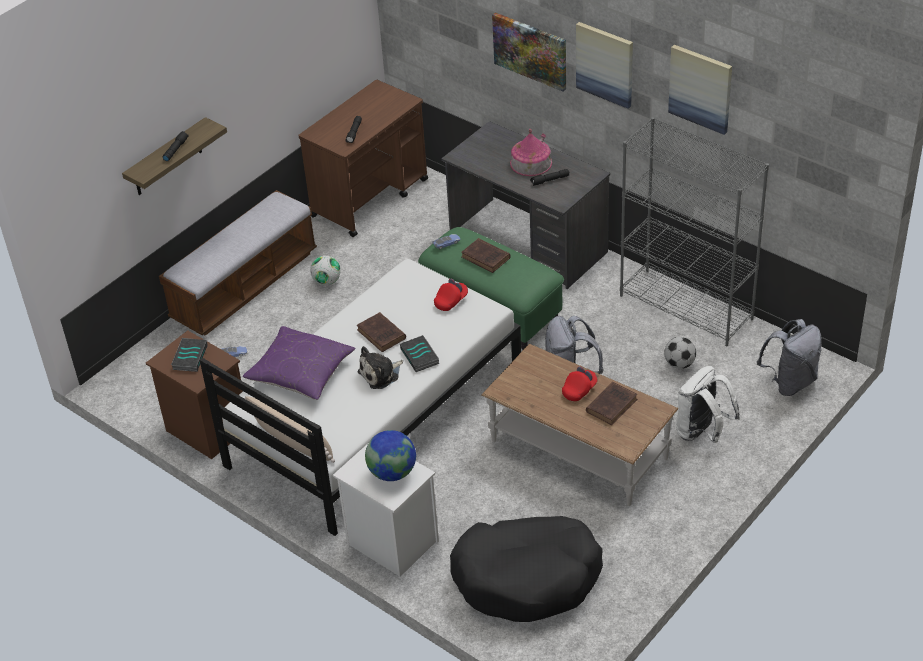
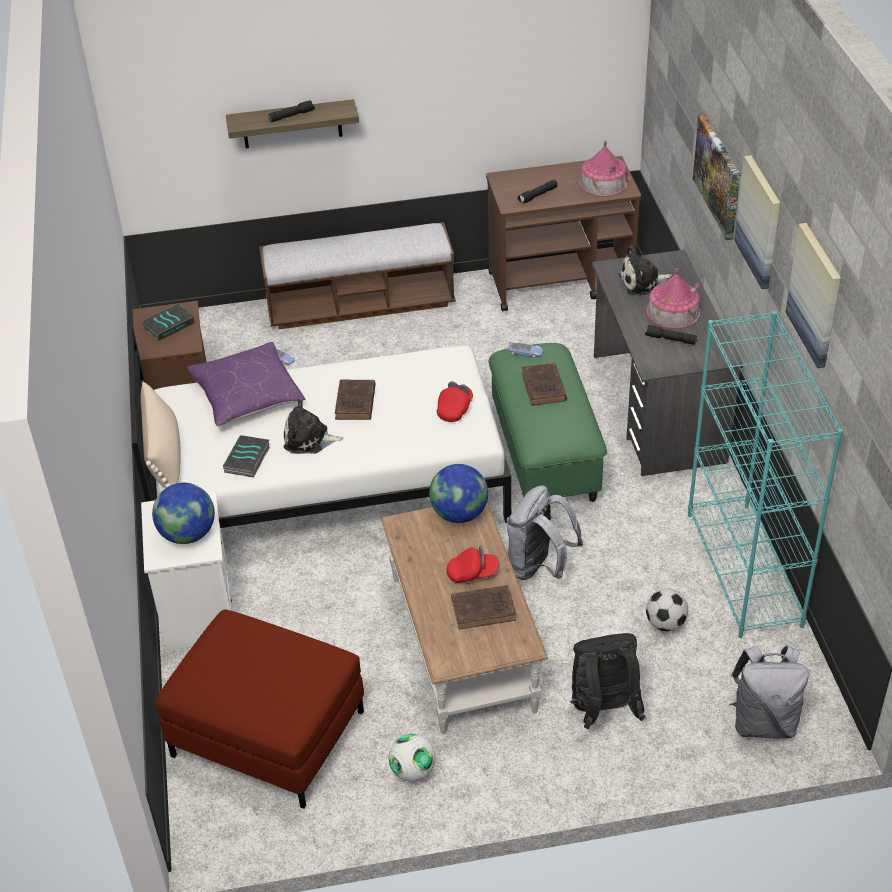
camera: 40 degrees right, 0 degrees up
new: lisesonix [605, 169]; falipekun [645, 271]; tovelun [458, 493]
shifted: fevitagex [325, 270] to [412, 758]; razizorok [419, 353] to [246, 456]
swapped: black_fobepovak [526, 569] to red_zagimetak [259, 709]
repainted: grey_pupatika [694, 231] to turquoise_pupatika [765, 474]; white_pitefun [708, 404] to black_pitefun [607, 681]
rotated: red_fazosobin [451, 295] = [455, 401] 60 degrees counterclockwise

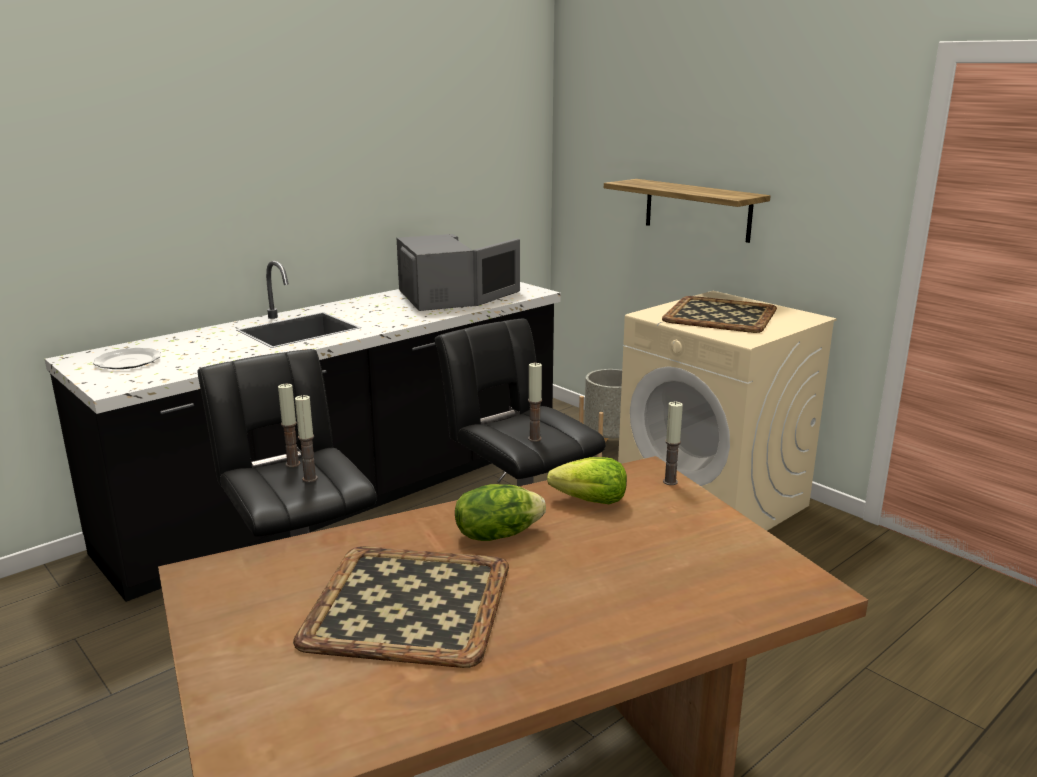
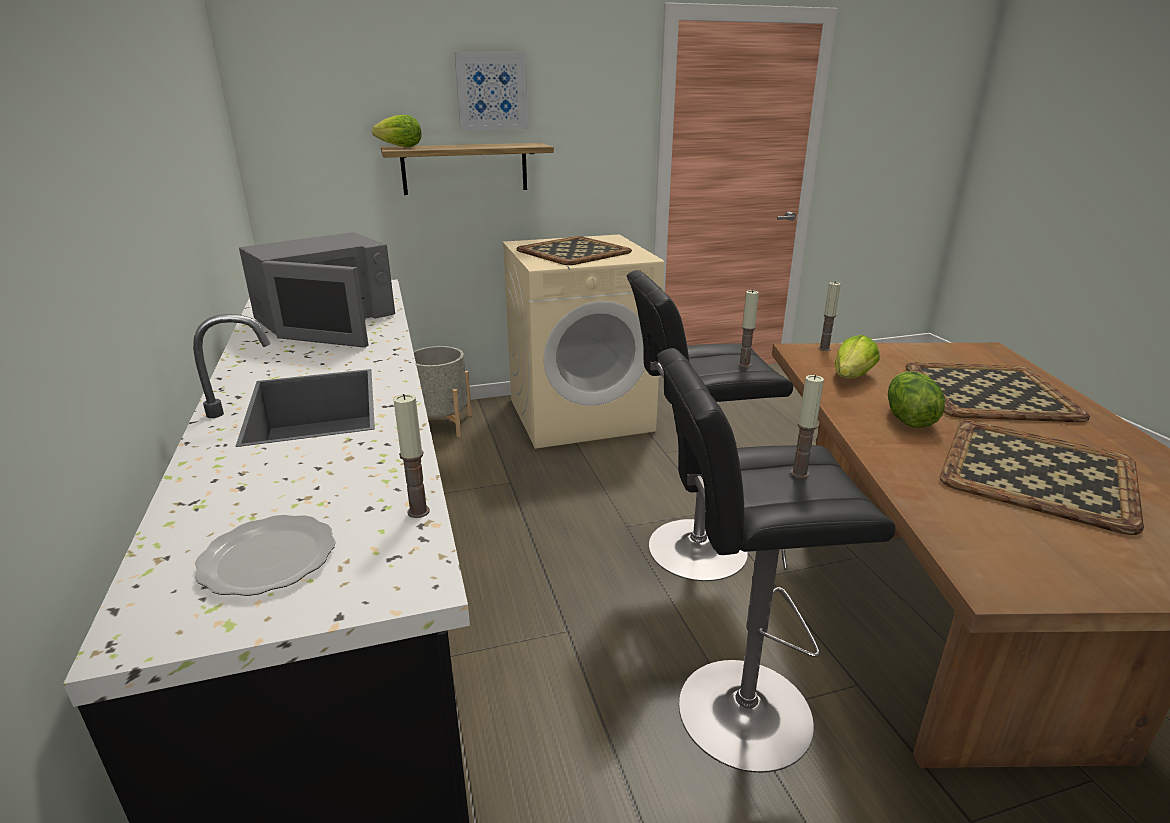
camera: 65 degrees left, 5 degrees up
new: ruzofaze [491, 91]; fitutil [397, 131]; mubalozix [998, 392]
shifted: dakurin [289, 425] to [411, 456]
rotated: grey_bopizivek [458, 272] = [317, 290] 135 degrees clockwise

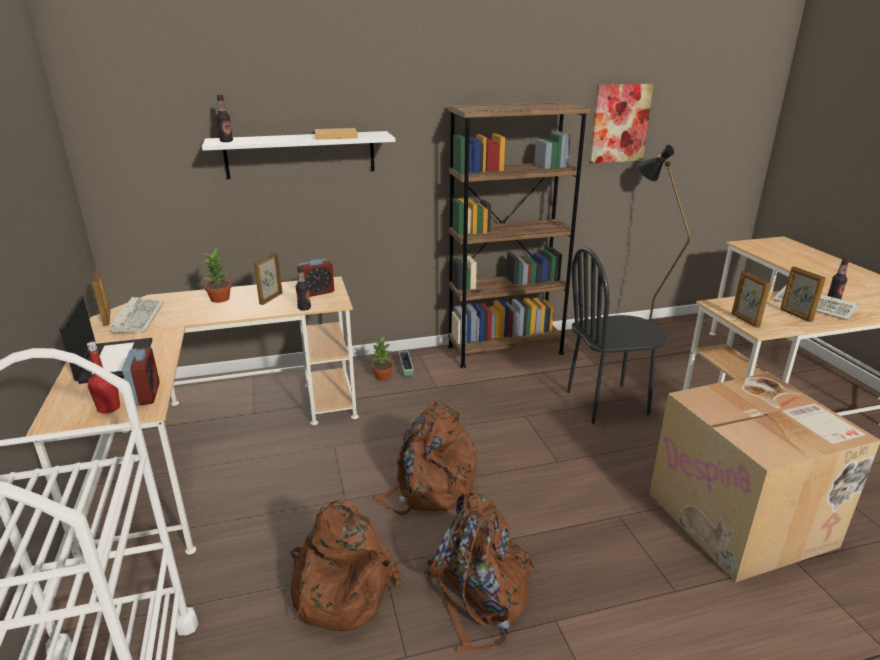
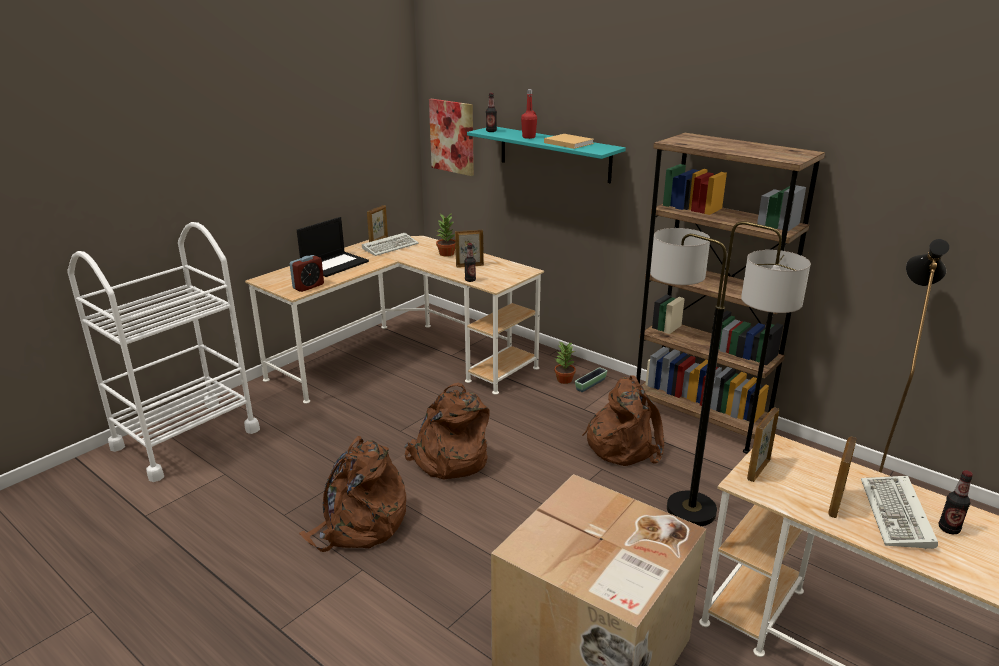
camera: 55 degrees right, 0 degrees up
gone: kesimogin [316, 278]
shifted: ruzofaze [621, 123] to [451, 137]; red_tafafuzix [103, 378] to [529, 114]; brown_pitefun [346, 565] to [623, 420]
swapped: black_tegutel [617, 335] to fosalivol [730, 373]
repainted: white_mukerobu [299, 155] to turquoise_mukerobu [546, 155]

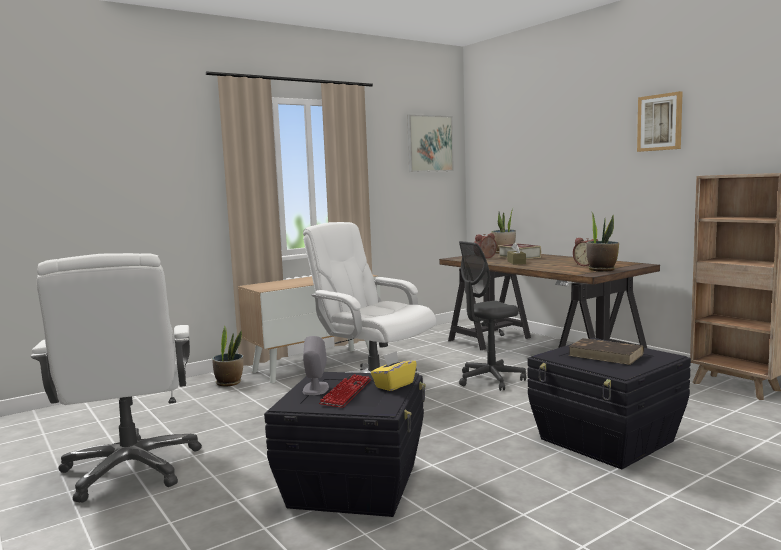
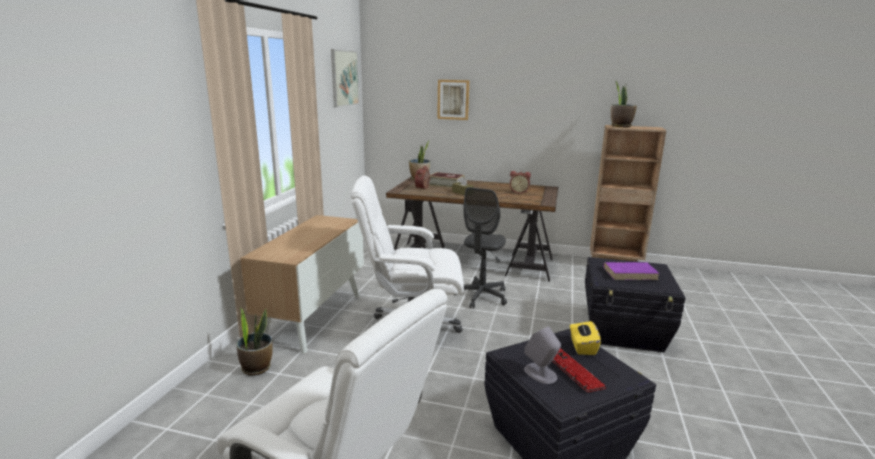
camera: 40 degrees left, 10 degrees up
shifted: ruzofaze [659, 121] to [453, 100]; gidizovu [602, 242] to [624, 103]
repainted: brown_razizorok [606, 351] to purple_razizorok [631, 271]

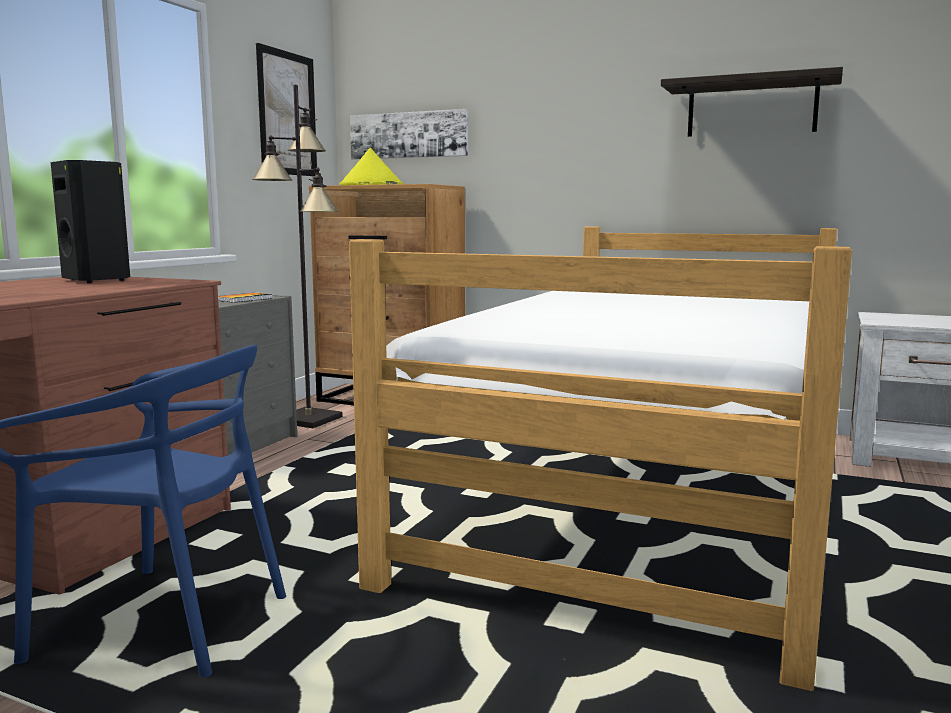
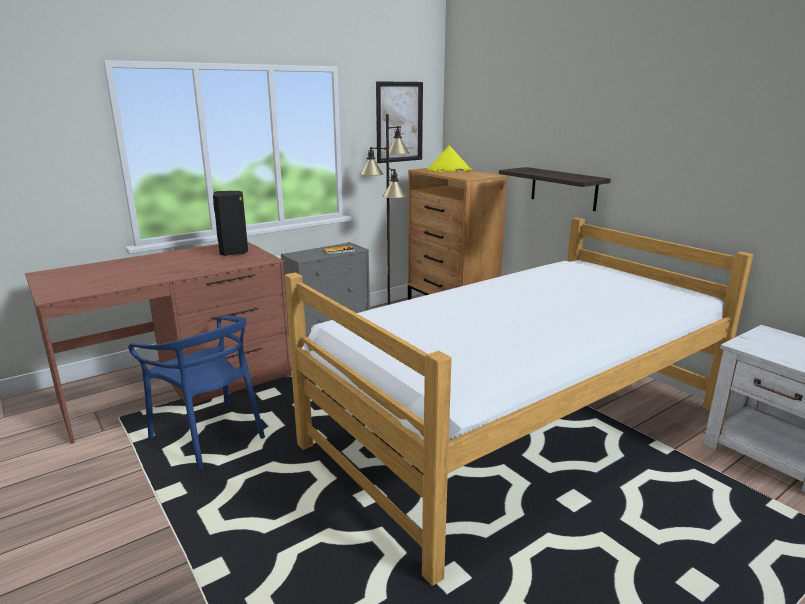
camera: 30 degrees right, 10 degrees up
gone: ruzofaze [409, 134]
shifted: mukerobu [752, 102] to [555, 189]

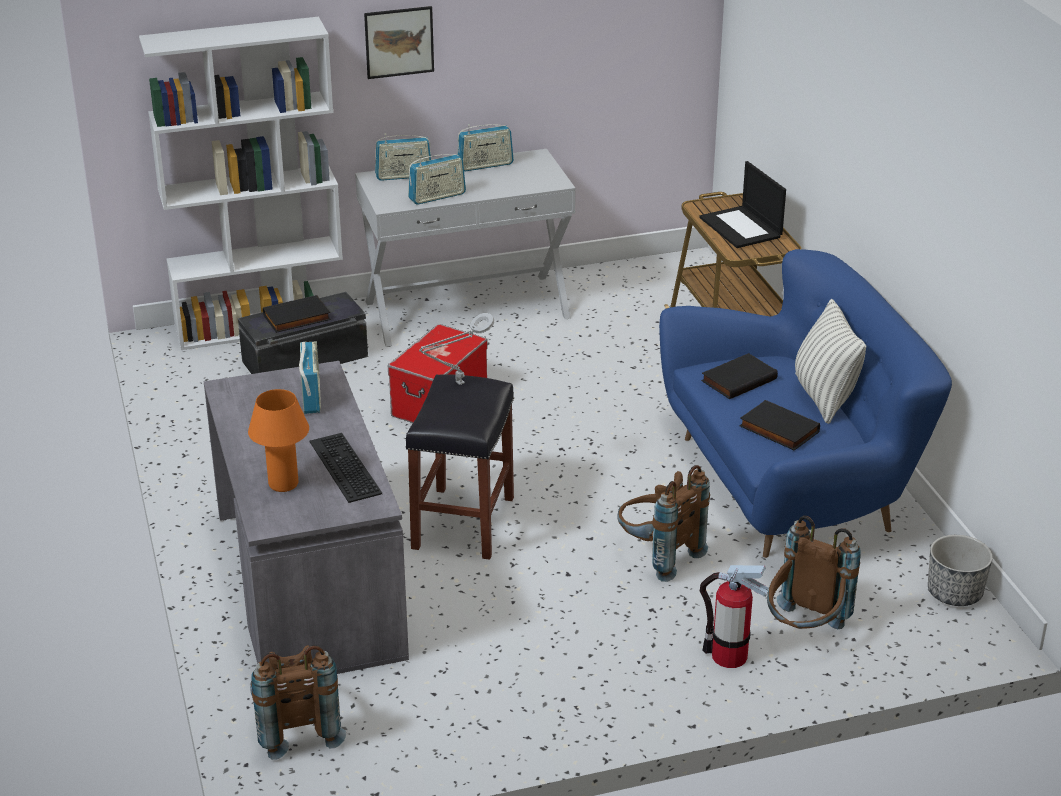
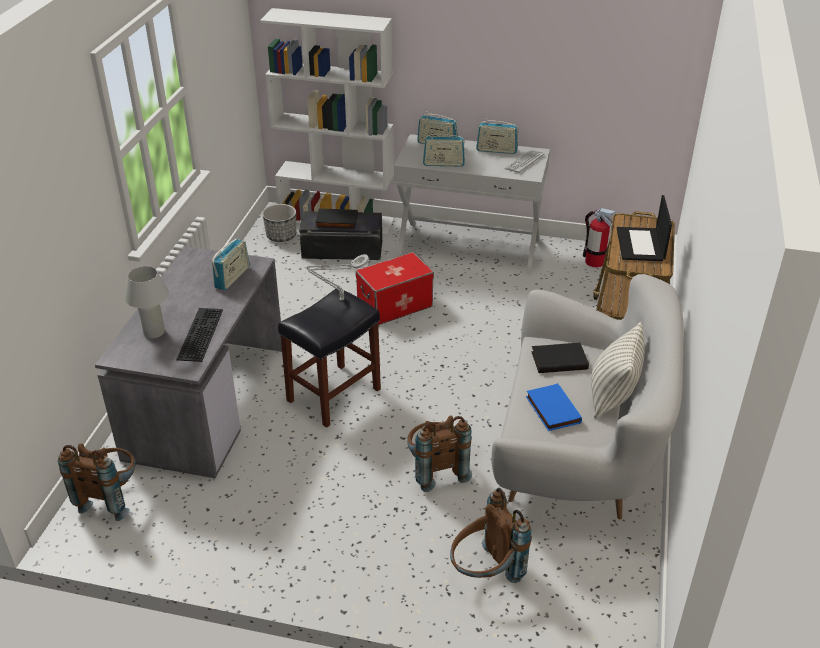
camera: 30 degrees right, 5 degrees up
gone: ruzofaze [399, 42]
new: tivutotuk [524, 161]
shifted: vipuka [960, 570] to [279, 223]; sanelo [734, 616] to [599, 237]
repainted: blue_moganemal [805, 403] to white_moganemal [587, 397]; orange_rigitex [278, 440] to white_rigitex [147, 302]; black_razizorok [779, 425] to blue_razizorok [554, 407]

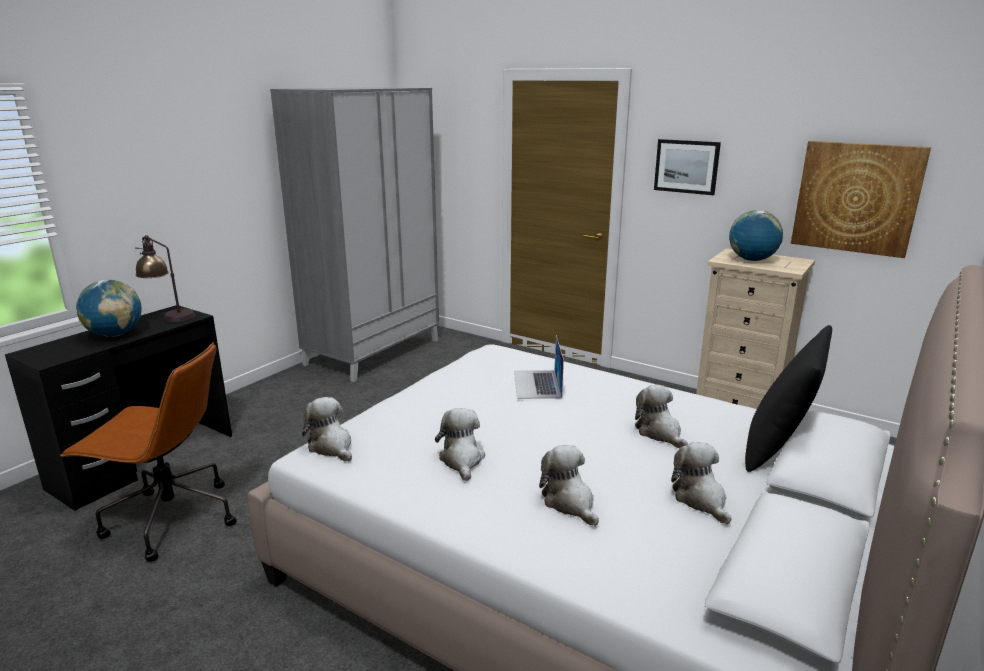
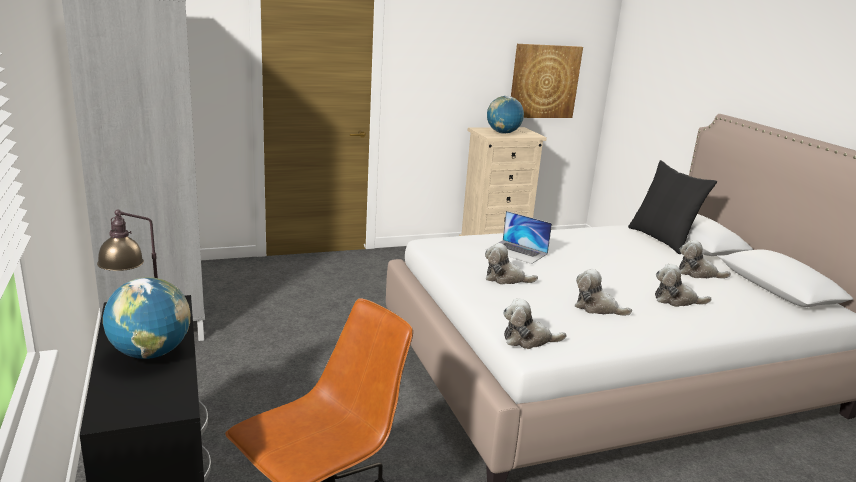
camera: 55 degrees left, 0 degrees up
gone: ruzofaze [687, 167]
shifted: falipekun [661, 417] to [511, 264]

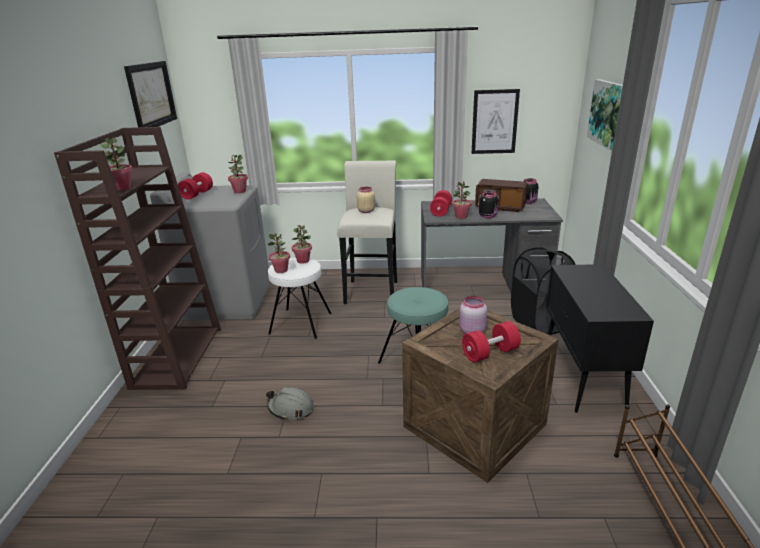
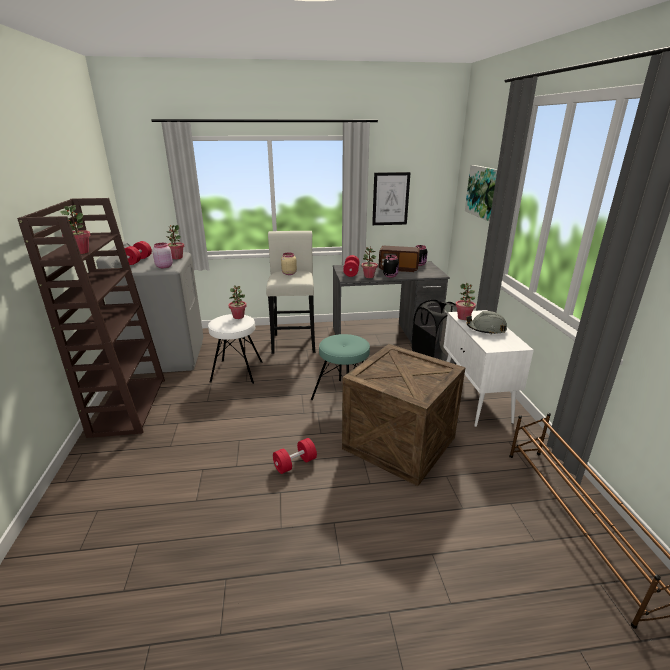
camera: 10 degrees left, 0 degrees up
gone: ruzofaze [150, 94]
shifted: gidizovu [279, 253] to [465, 301]; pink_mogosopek [473, 315] to [162, 255]; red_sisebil [491, 342] to [295, 456]; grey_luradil [290, 403] to [486, 323]
repainted: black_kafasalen [600, 338] to white_kafasalen [489, 368]

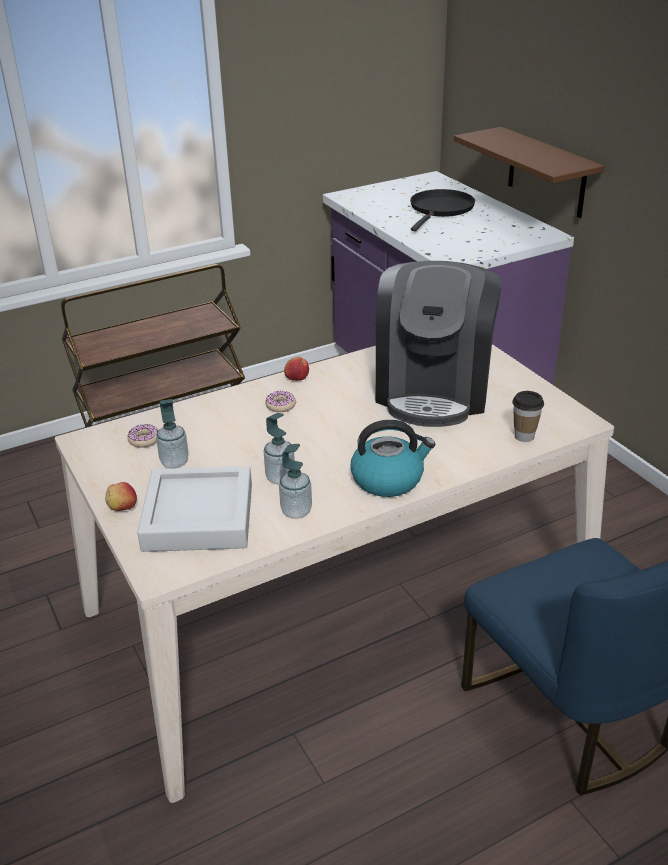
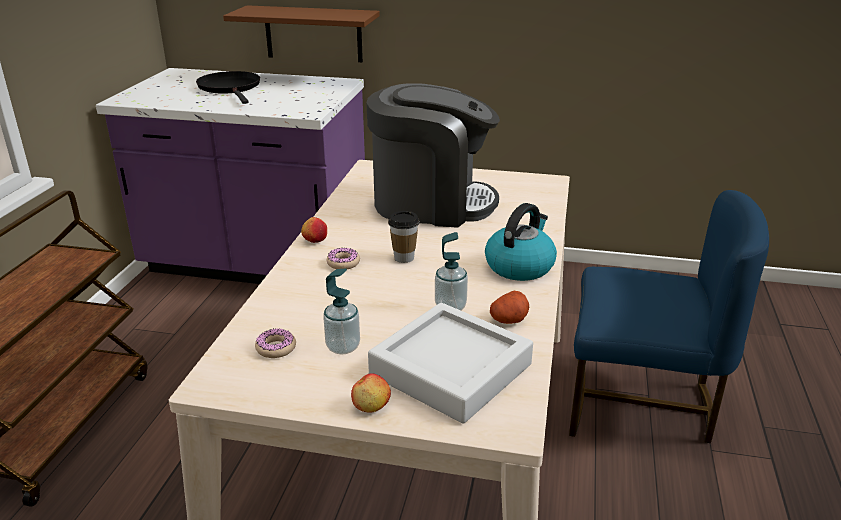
camera: 50 degrees left, 5 degrees down
shifted: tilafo [528, 416] to [404, 237]
swapped: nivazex [295, 481] to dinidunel [509, 307]
rotated: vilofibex [439, 344] = [433, 155] 45 degrees counterclockwise

